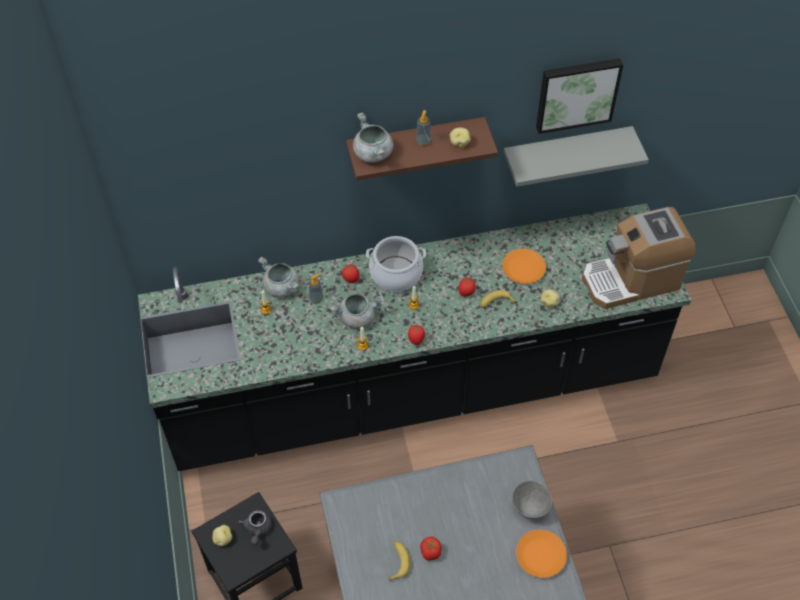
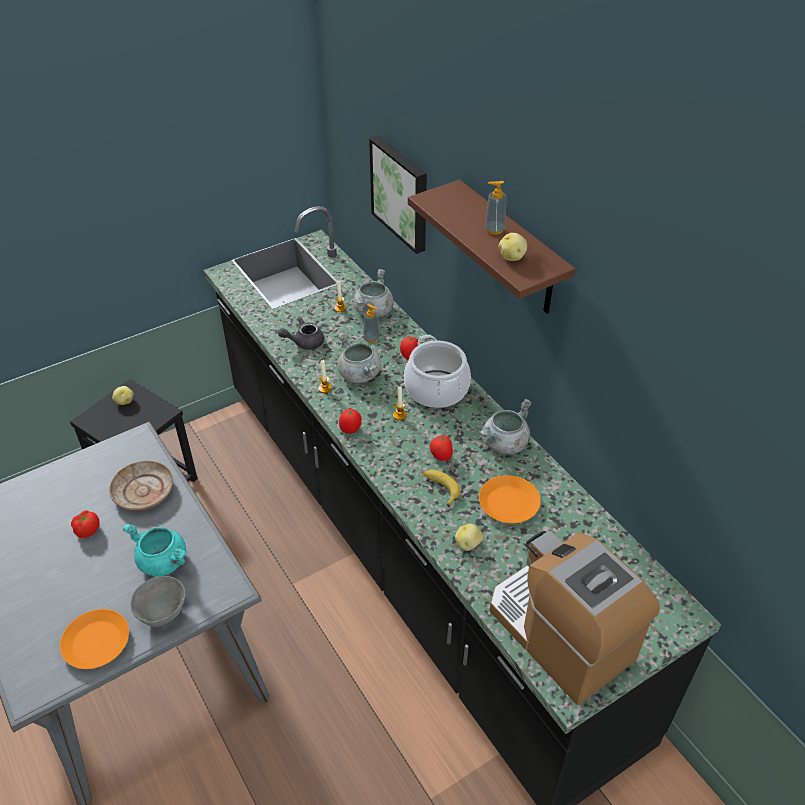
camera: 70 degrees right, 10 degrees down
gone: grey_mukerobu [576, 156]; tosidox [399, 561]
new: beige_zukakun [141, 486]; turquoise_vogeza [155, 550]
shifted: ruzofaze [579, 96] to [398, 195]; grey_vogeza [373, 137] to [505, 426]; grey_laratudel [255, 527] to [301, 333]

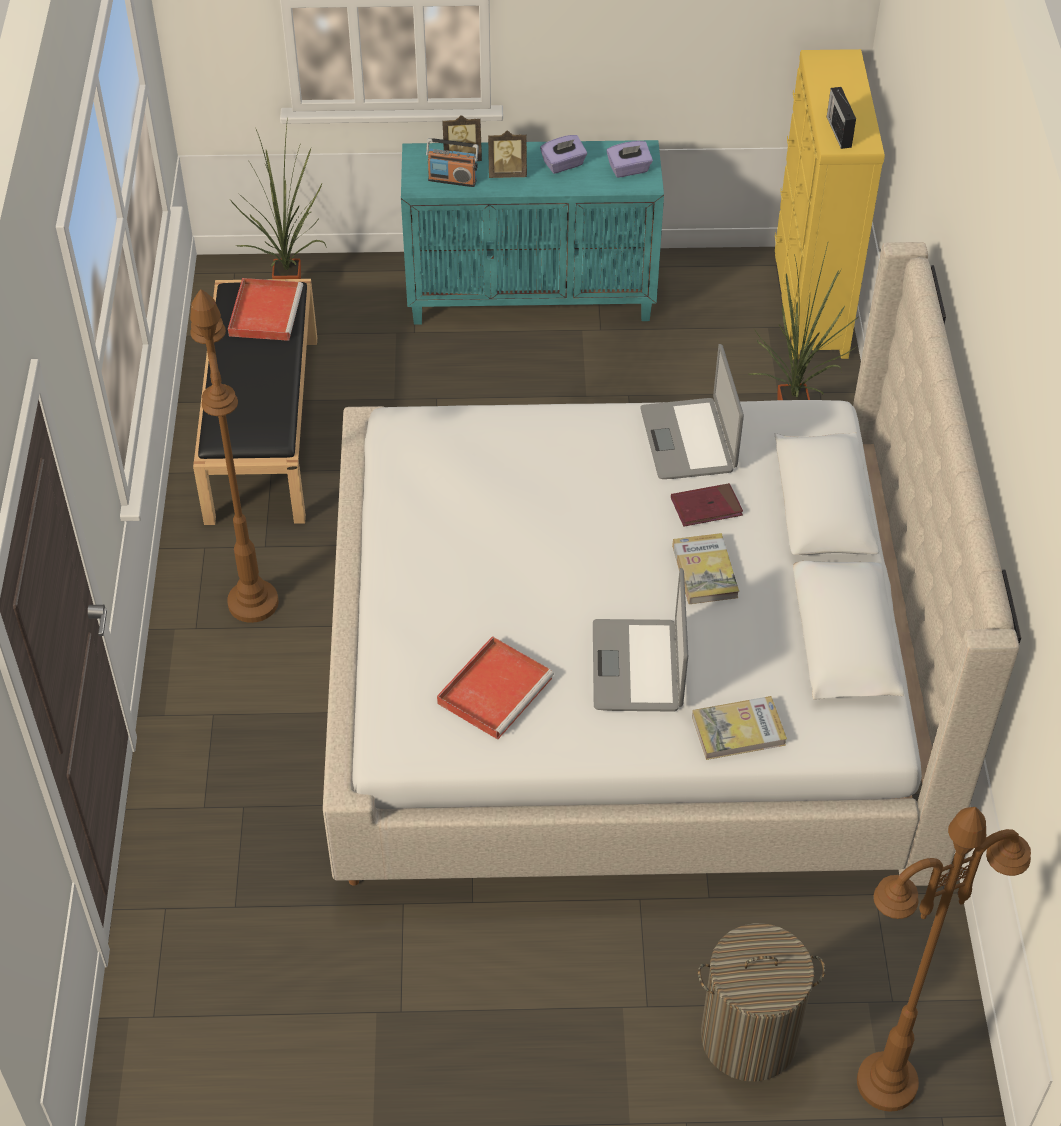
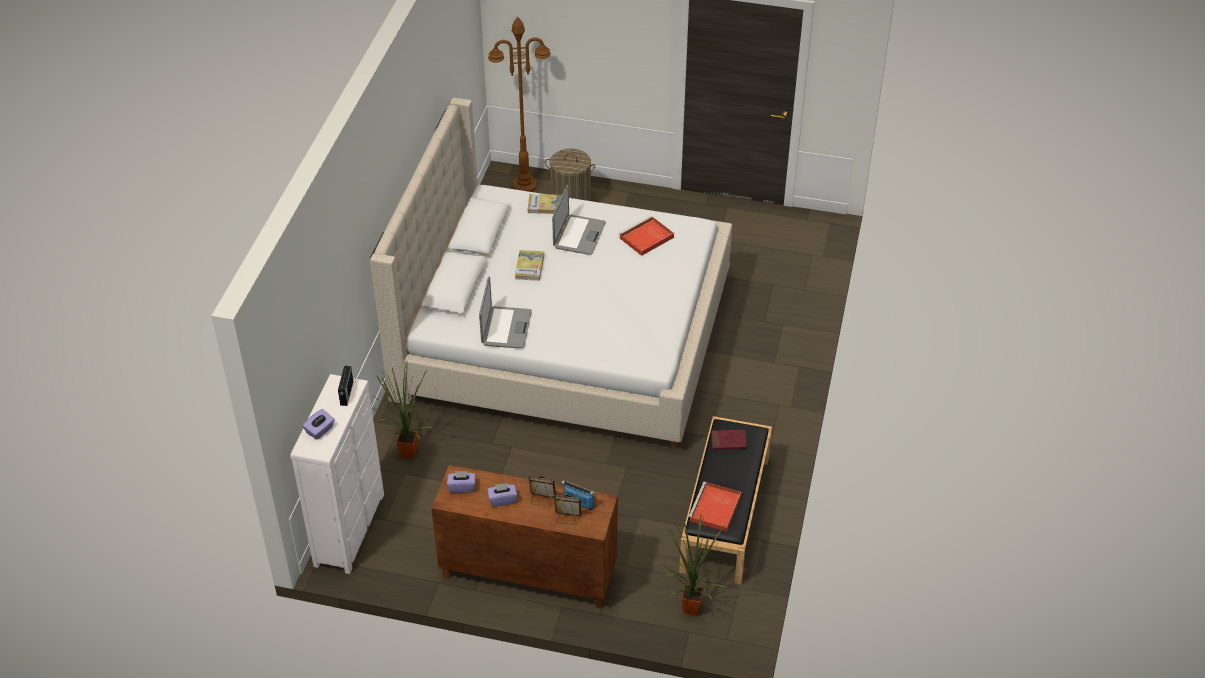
camera: 165 degrees left, 5 degrees down
gone: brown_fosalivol [234, 456]
new: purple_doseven [319, 424]
shifted: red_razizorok [707, 504] to [729, 440]
repainted: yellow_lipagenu [830, 204] to white_lipagenu [337, 474]; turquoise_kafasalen [532, 232] to brown_kafasalen [524, 537]

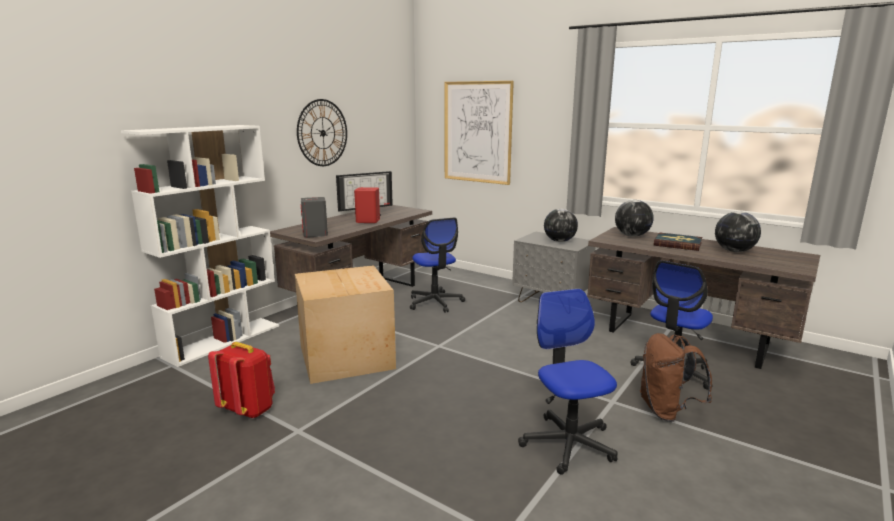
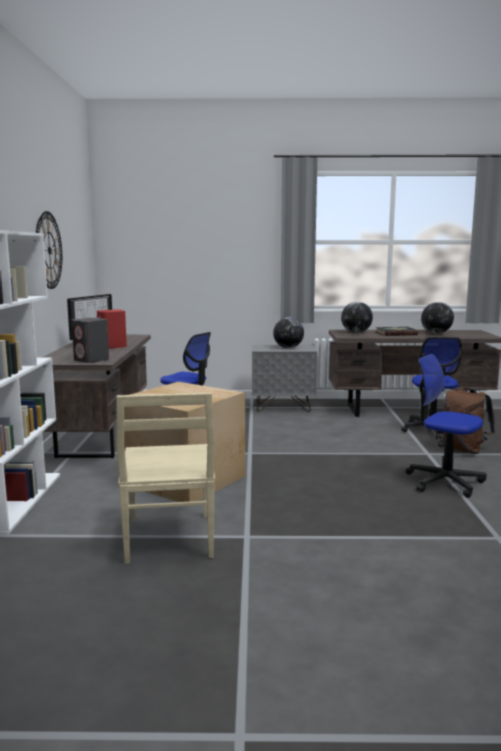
camera: 35 degrees left, 5 degrees down
gone: ruzofaze [479, 133]
swapped: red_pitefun [241, 380] to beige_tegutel [165, 478]

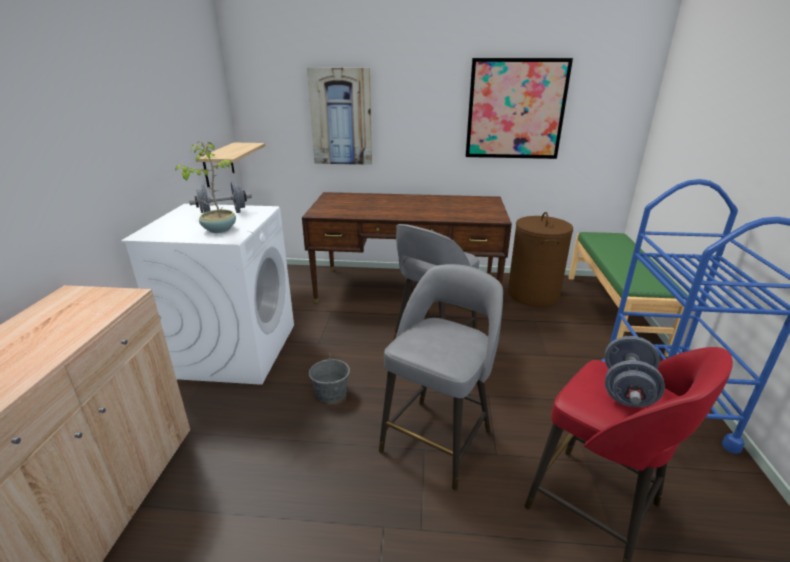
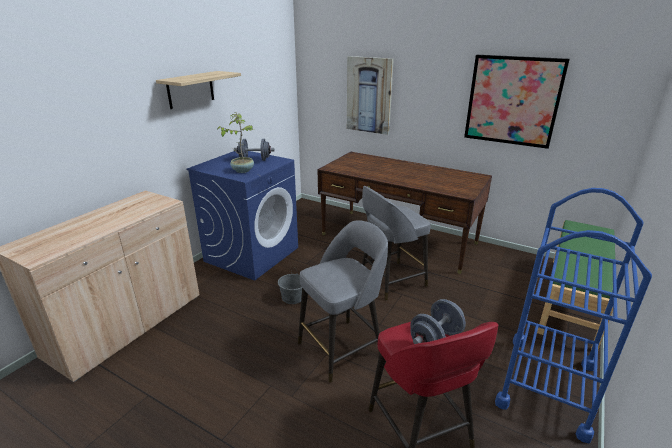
camera: 25 degrees right, 0 degrees up
gone: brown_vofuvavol [540, 259]
shifted: mukerobu [231, 165] to [198, 90]
repainted: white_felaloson [207, 294] to blue_felaloson [242, 216]

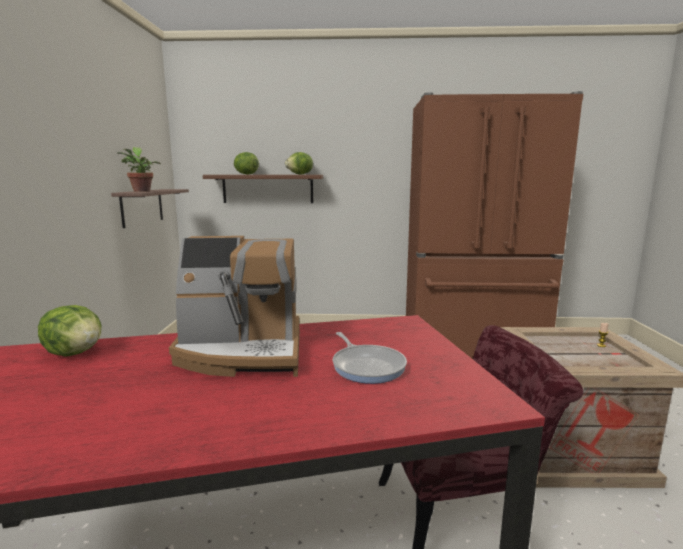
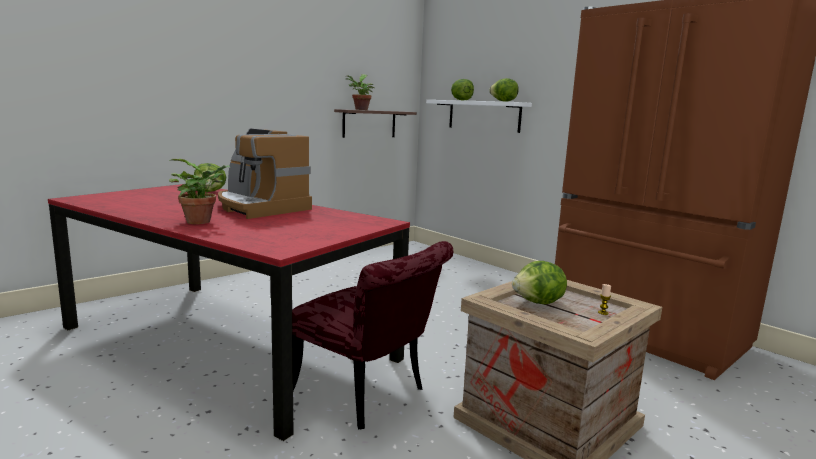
camera: 45 degrees right, 0 degrees up
gone: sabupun [370, 358]
new: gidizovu [199, 191]; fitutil [539, 282]
repainted: brown_mukerobu [263, 189] to white_mukerobu [479, 116]

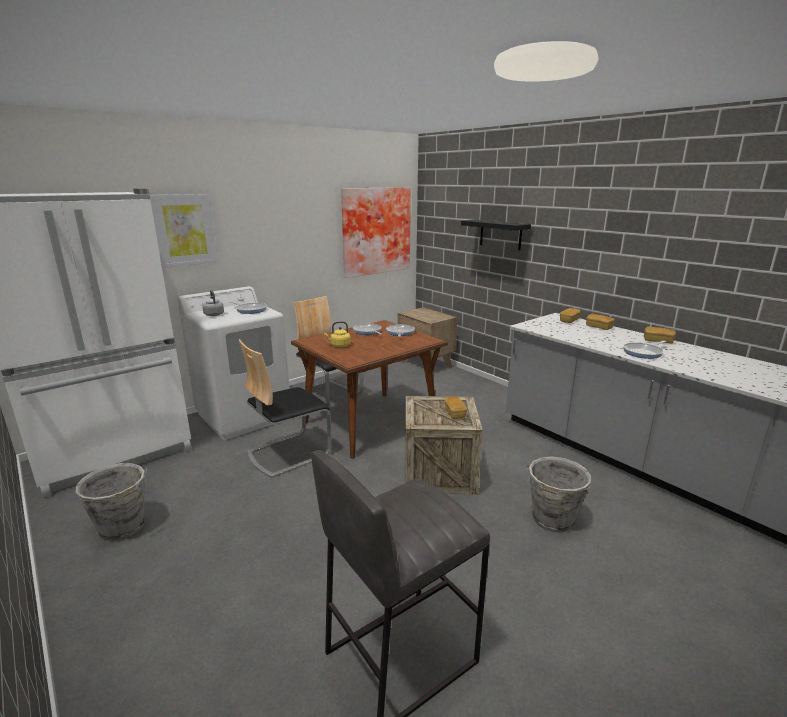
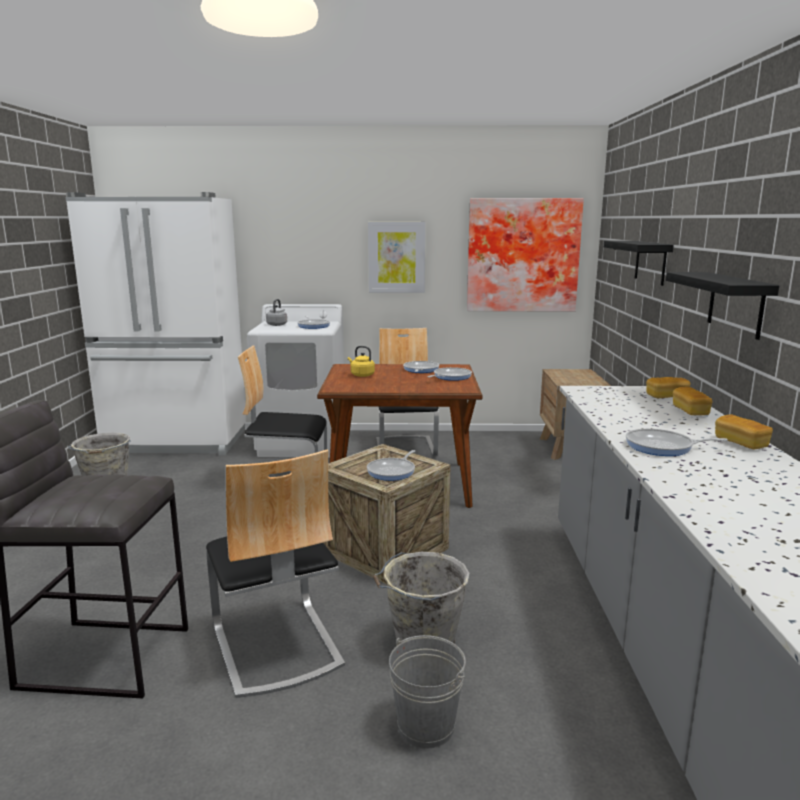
camera: 40 degrees right, 5 degrees down
new: black_mukerobu [722, 306]; tegutel [275, 574]; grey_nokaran [427, 691]
shifted: ruzofaze [184, 231] to [396, 257]
swapped: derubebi [456, 407] to sabupun [391, 465]

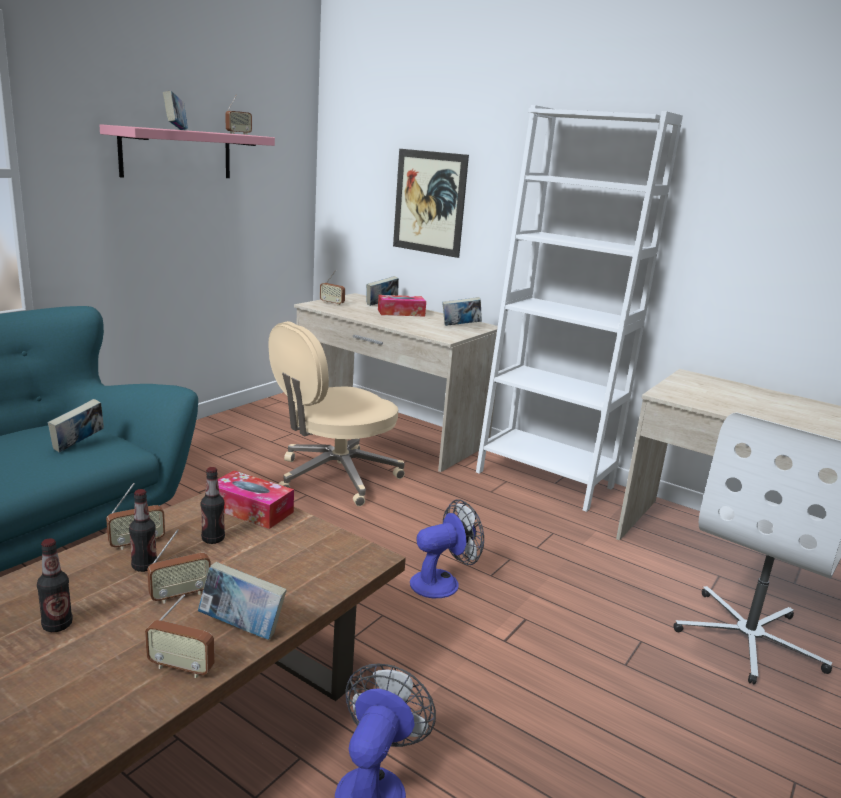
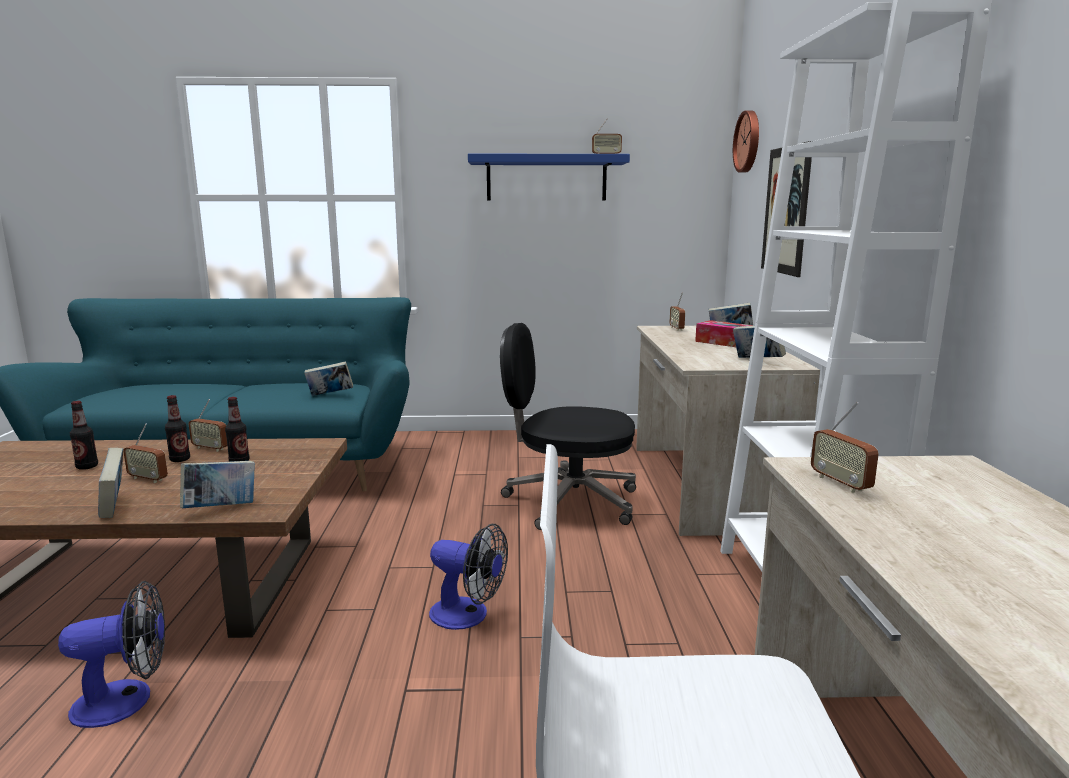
camera: 55 degrees right, 5 degrees down
gone: doseven [256, 500]
new: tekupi [746, 141]
shifted: razizorok [175, 110] to [217, 485]; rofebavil [179, 636] to [845, 447]
repainted: pink_mukerobu [187, 151] to blue_mukerobu [549, 177]; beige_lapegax [336, 413] to black_lapegax [568, 426]

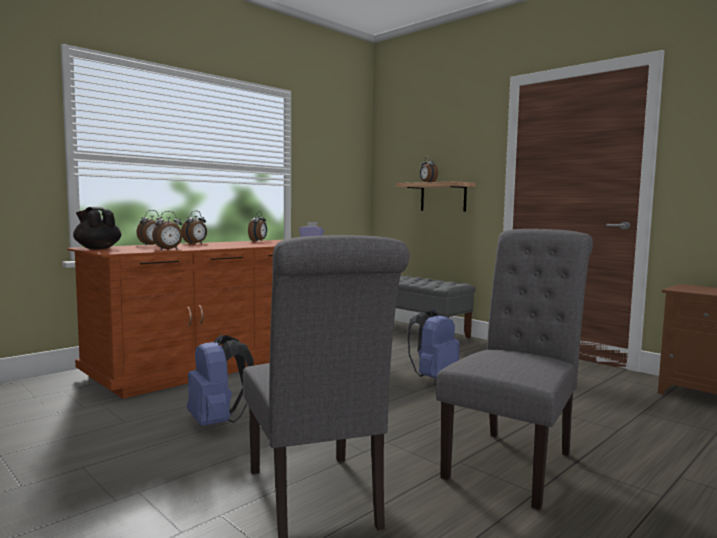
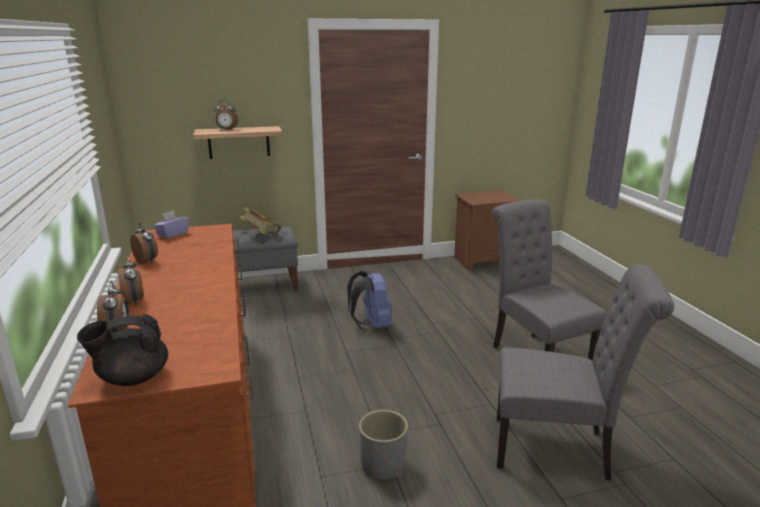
camera: 60 degrees left, 15 degrees up
gone: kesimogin [167, 230]
new: razizorok [260, 221]
swapped: blue_pitefun [220, 380] to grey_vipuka [383, 445]

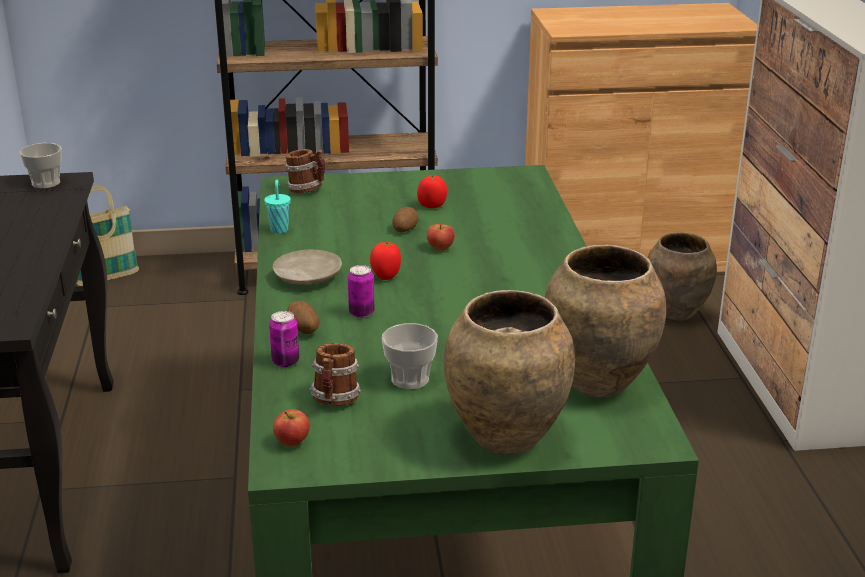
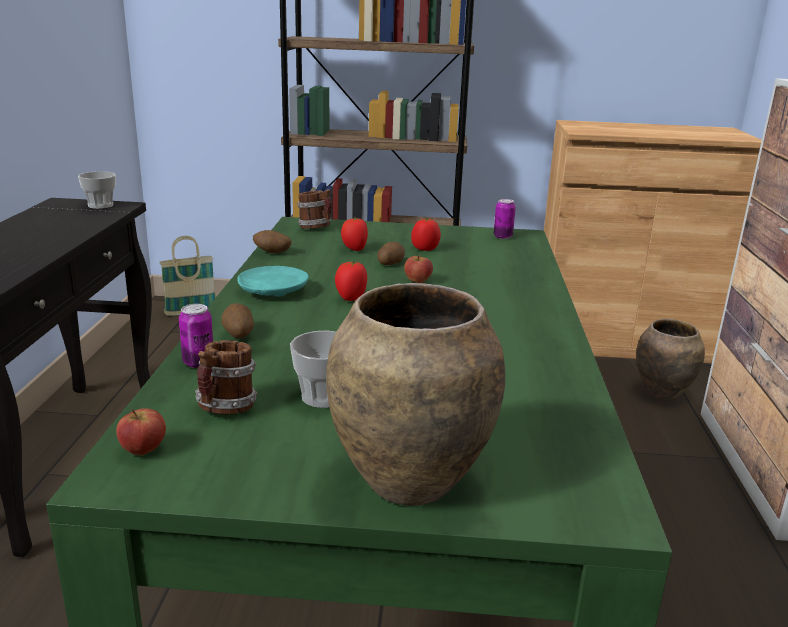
camera: 10 degrees right, 5 degrees down
gone: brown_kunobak [605, 321]
new: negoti [354, 234]
shifted: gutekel [361, 291] to [505, 219]
swapped: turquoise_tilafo [277, 207] to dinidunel [272, 241]
repainted: beige_zukakun [307, 267] to turquoise_zukakun [273, 281]

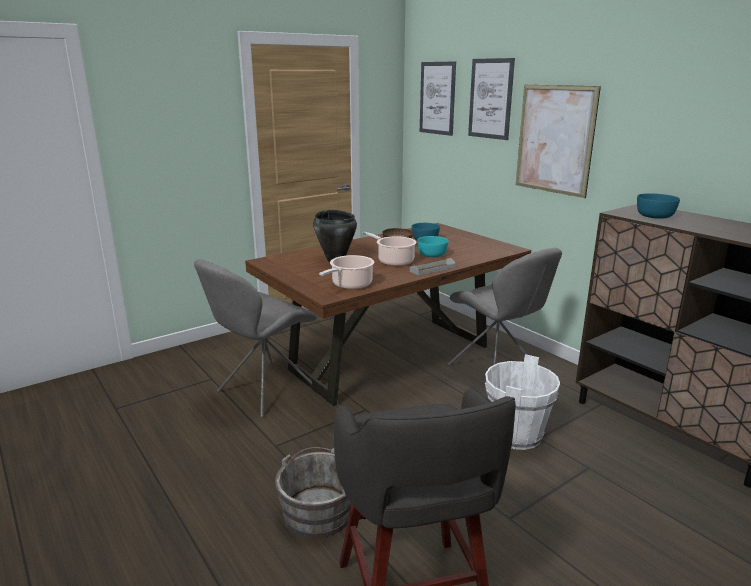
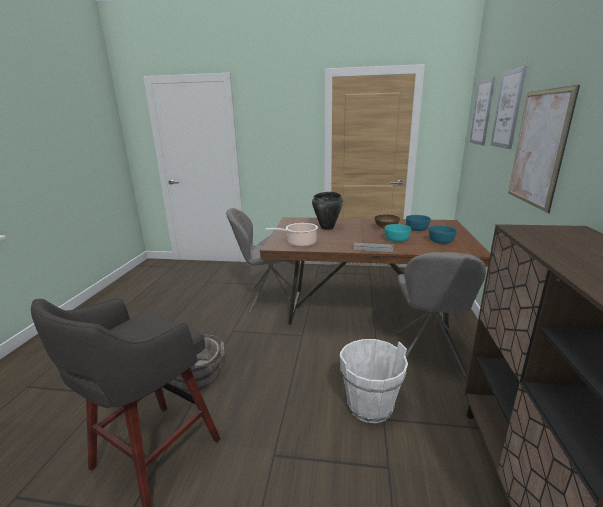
camera: 45 degrees right, 0 degrees up
gone: vogeza [389, 249]
shifted: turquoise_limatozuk [658, 206] to [443, 234]

